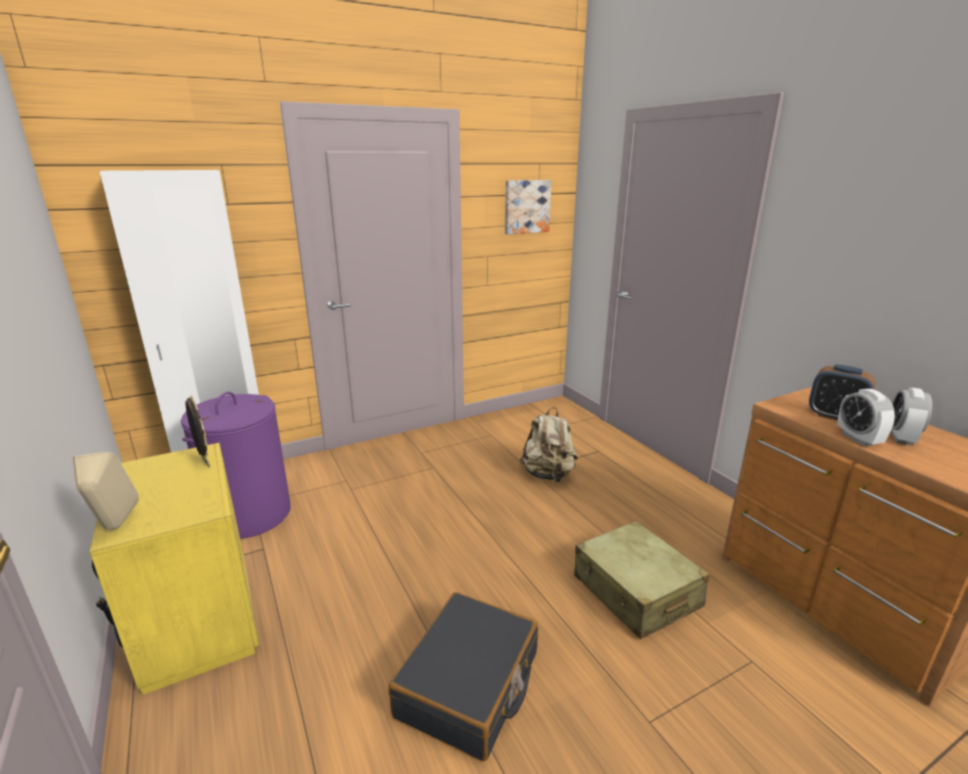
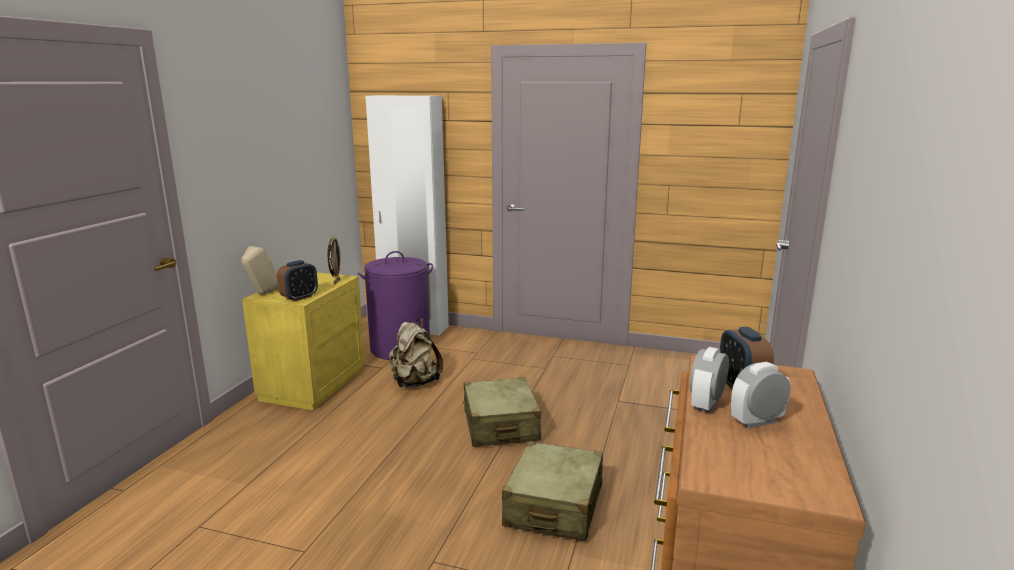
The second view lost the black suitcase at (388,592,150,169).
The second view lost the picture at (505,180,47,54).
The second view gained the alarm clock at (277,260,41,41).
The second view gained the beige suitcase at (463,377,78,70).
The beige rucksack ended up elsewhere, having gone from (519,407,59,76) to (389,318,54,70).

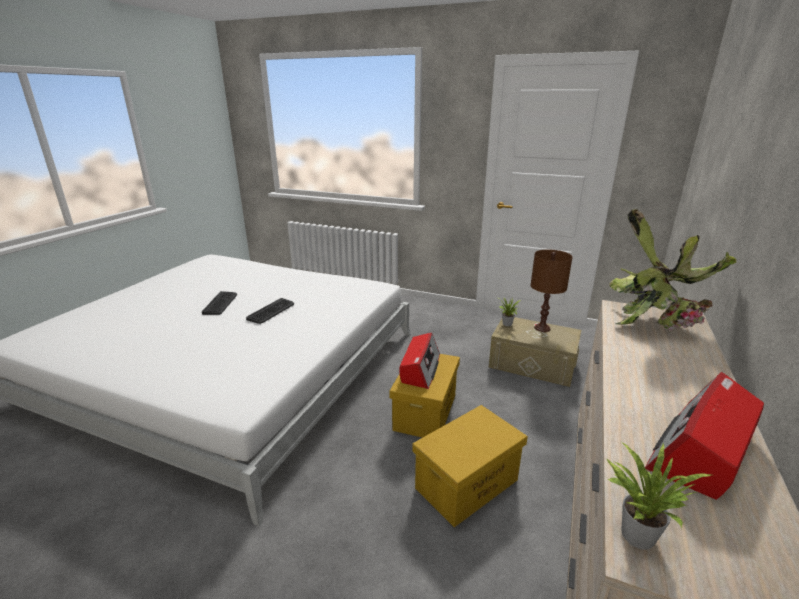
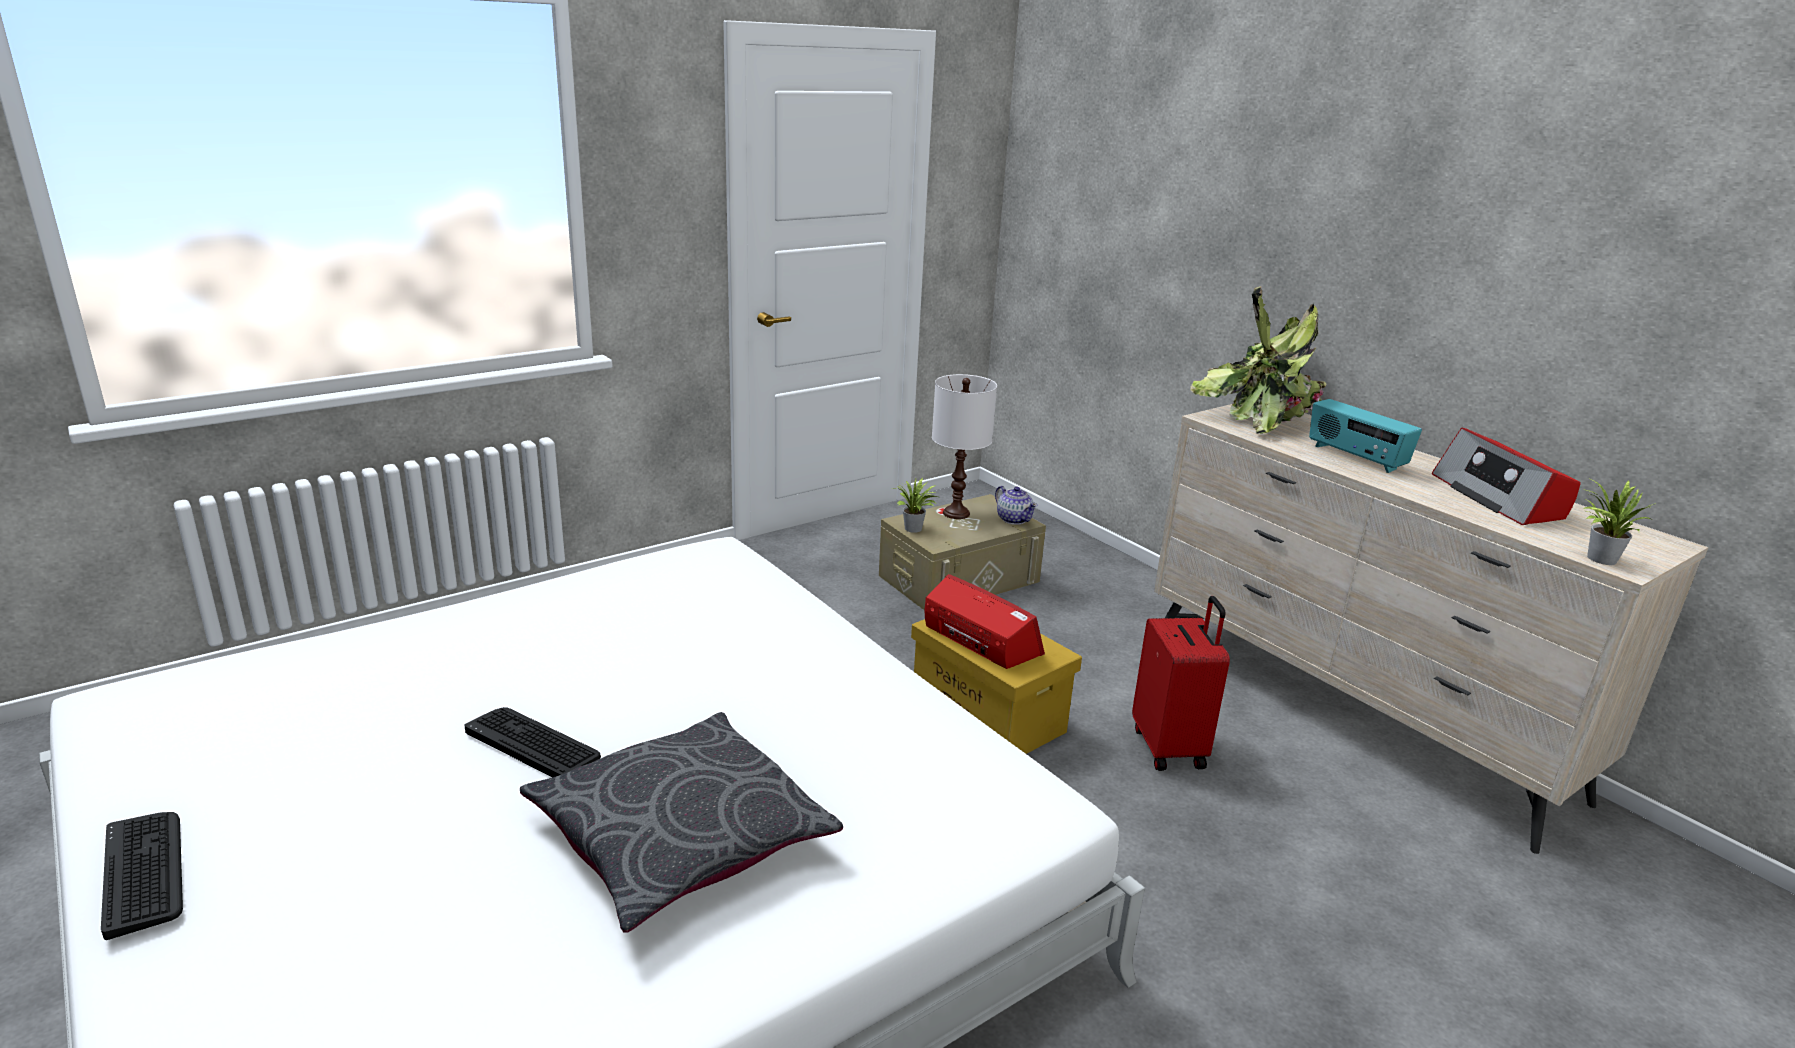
The second view gained the gray cushion at (520,712,323,221).
The second view gained the pot for tea at (995,486,43,39).
The second view gained the radio at (1309,399,113,74).
The PC keyboard ended up elsewhere, having gone from (246,298,48,26) to (101,812,82,128).
Where the yellow-coloured storage container stood at (413,405,115,122), the red-coloured suitcase came to stand at (1132,596,98,175).
What was the brown table lamp at (531,249,42,83) turned into the white-coloured table lamp at (932,374,65,145).

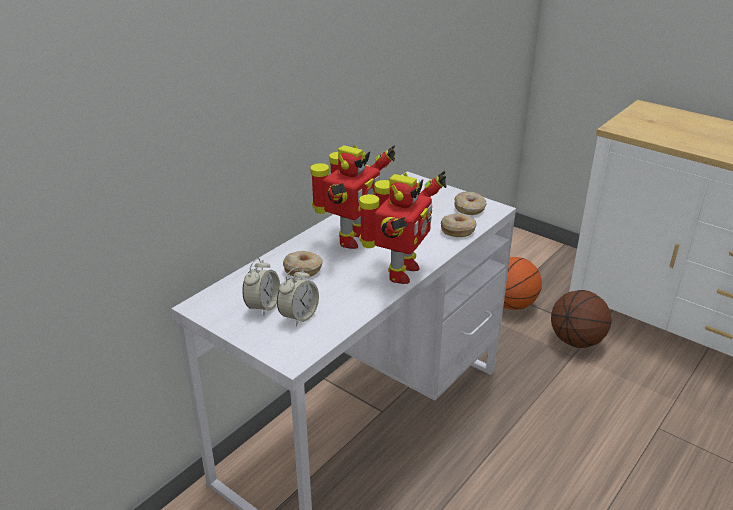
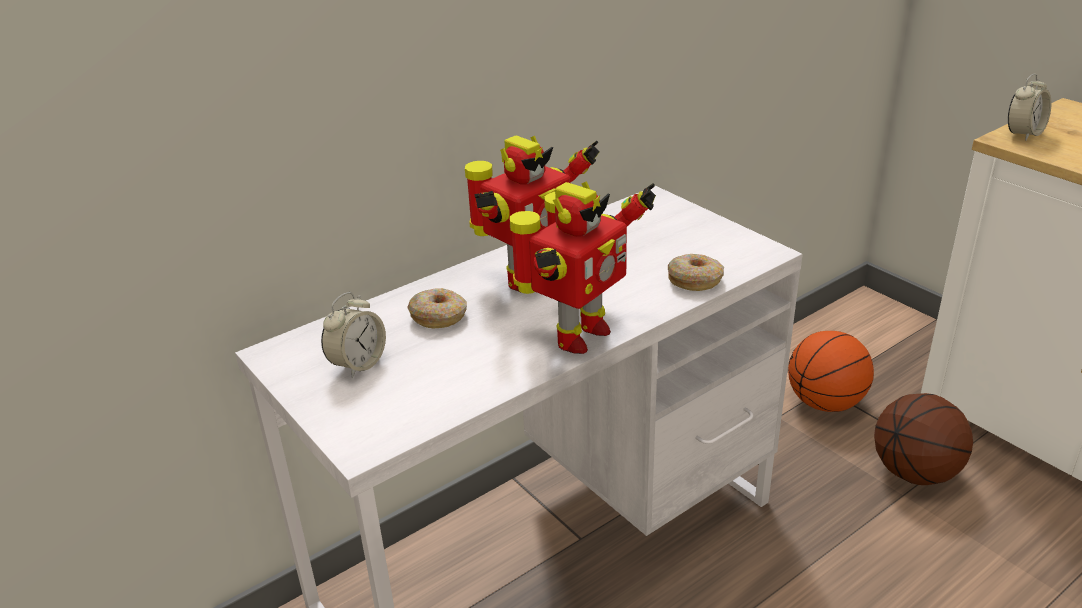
The second view lost the donut at (454,192,33,23).
The alarm clock ended up elsewhere, having gone from (277,267,42,59) to (1008,74,43,67).

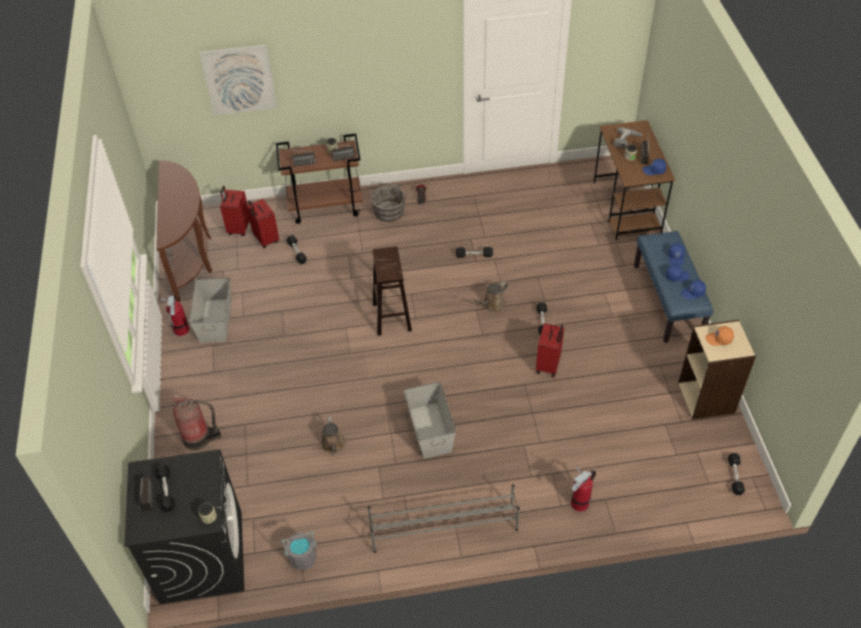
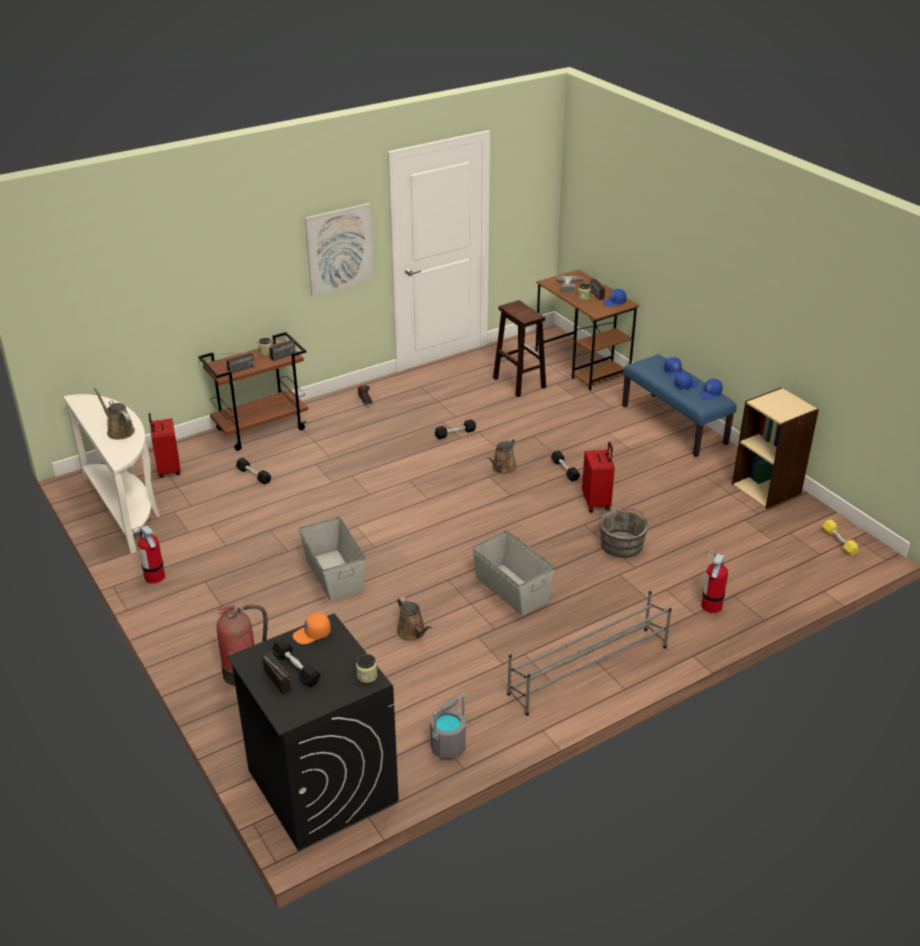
The second view lost the red-coloured suitcase at (246,199,33,49).
The second view gained the brown watering can at (94,388,41,52).
The gray storage container ended up elsewhere, having gone from (189,278,43,65) to (298,517,68,84).
The picture ended up elsewhere, having gone from (199,45,78,70) to (305,203,69,93).
The gray pail ended up elsewhere, having gone from (370,183,38,39) to (599,507,50,51).
The brown sitting stool ended up elsewhere, having gone from (372,246,40,90) to (493,300,53,97).
The orange-coloured baseball cap ended up elsewhere, having gone from (705,326,29,20) to (293,613,38,31).
What was the brown console table at (156,160,56,142) turned into the white-coloured console table at (64,394,96,159).
What was the black free weight at (728,453,17,42) turned into the yellow-coloured free weight at (822,519,37,37).

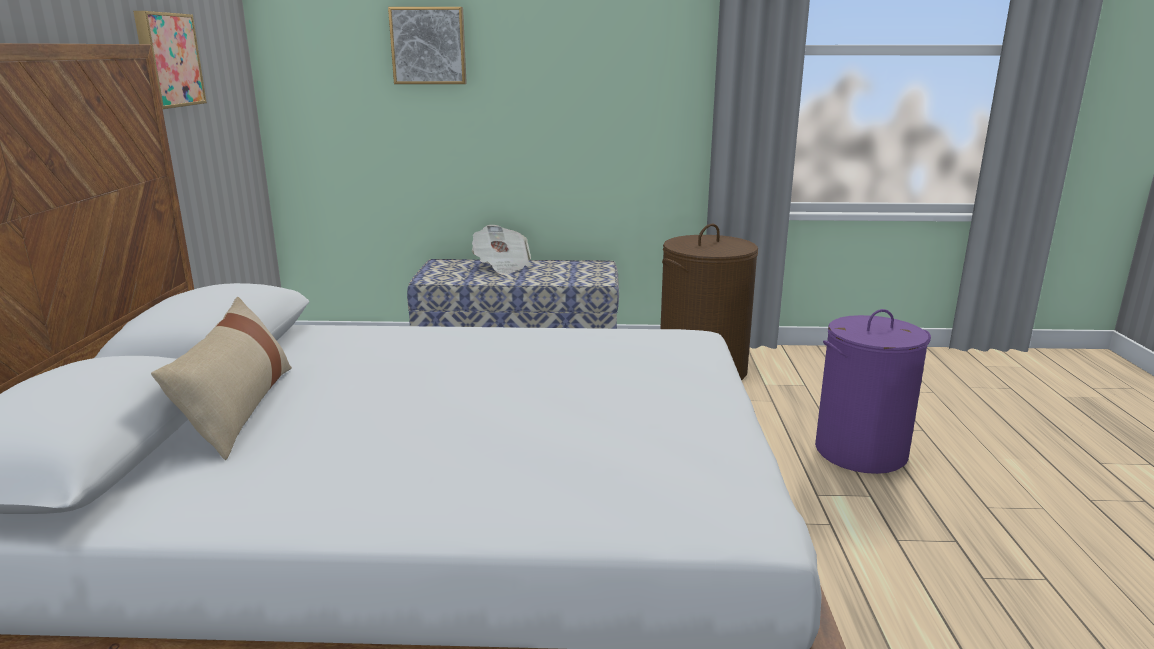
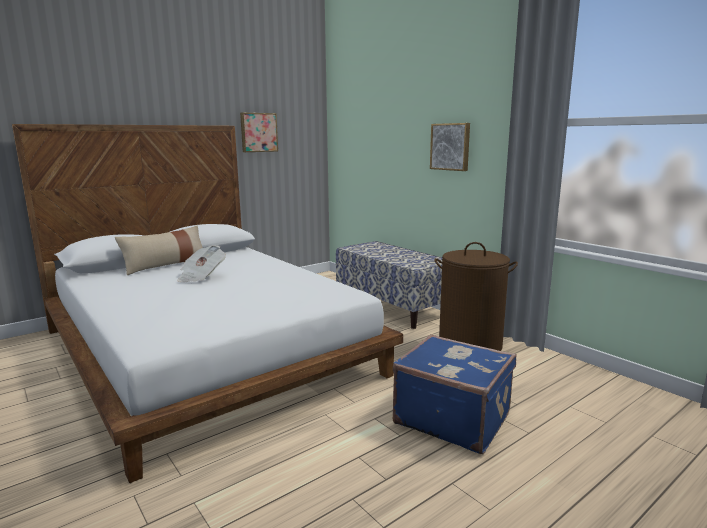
The picture ended up elsewhere, having gone from (388,7,79,77) to (430,123,40,48).
The newspaper ended up elsewhere, having gone from (472,225,59,50) to (177,245,49,38).
Where the purple washing basket stood at (815,309,116,165), the blue-coloured suitcase came to stand at (393,334,123,120).

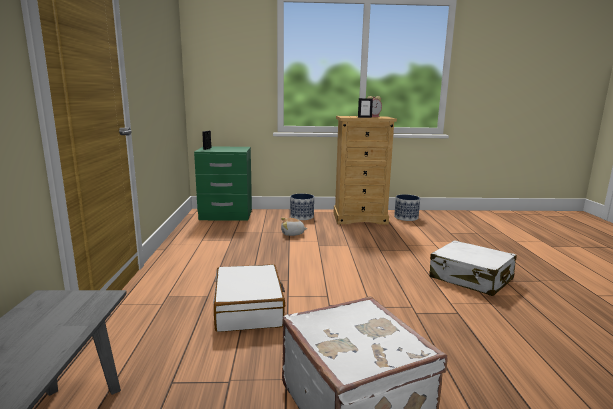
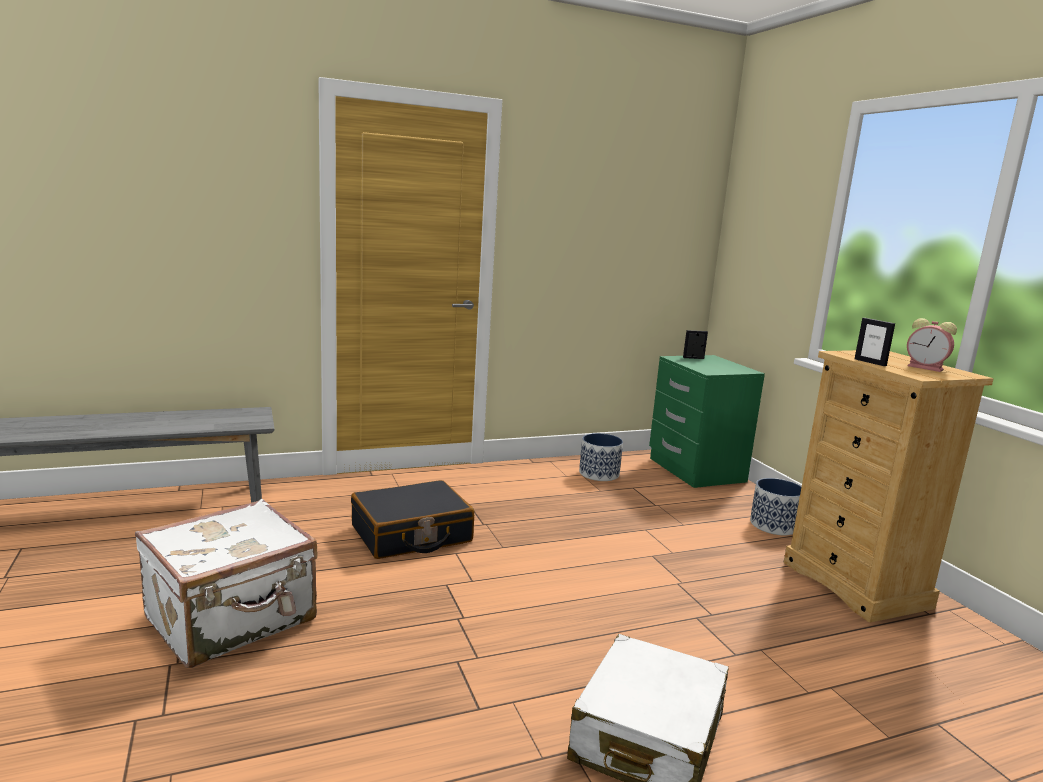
The second view lost the plush toy at (281,218,27,18).
The planter ended up elsewhere, having gone from (394,194,26,27) to (579,433,44,48).
What was the white-coloured suitcase at (213,264,72,68) turned into the black suitcase at (351,480,123,79).

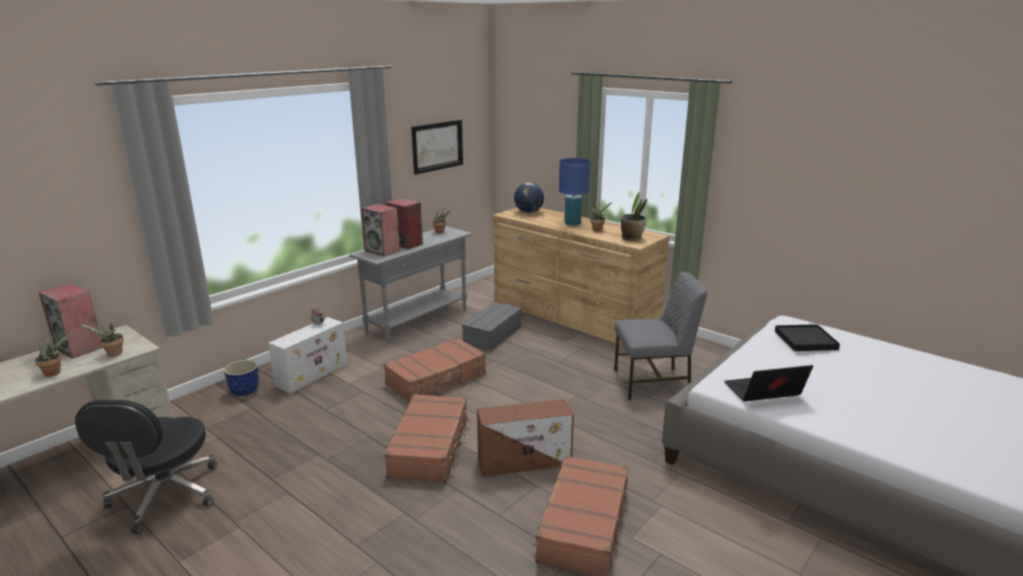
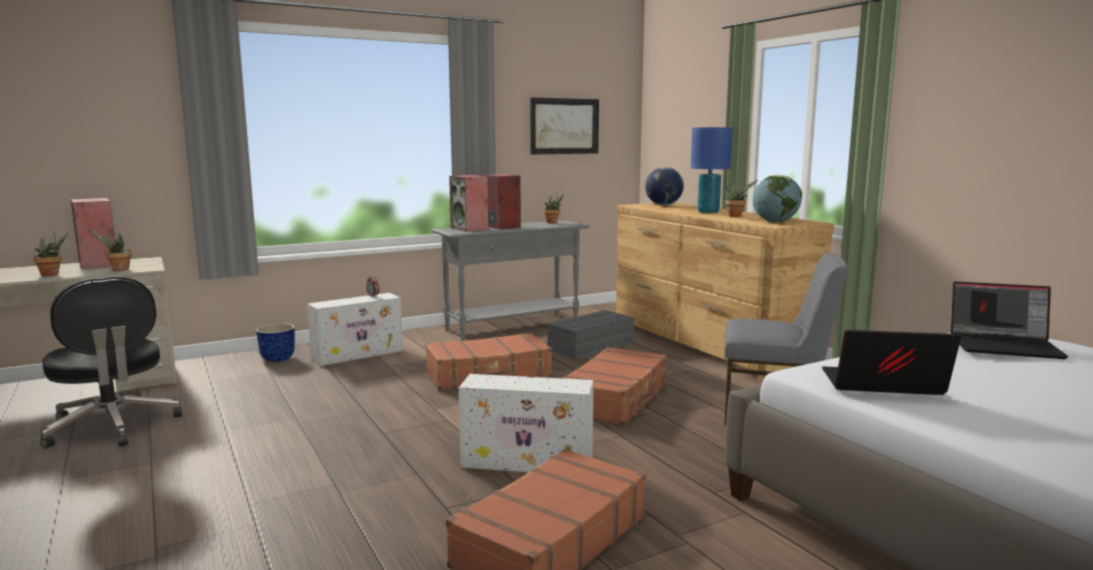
The brown suitcase ended up elsewhere, having gone from (384,394,86,89) to (563,347,106,78).
Where the houseplant stood at (621,192,26,49), the globe came to stand at (753,175,49,48).
Where the black serving tray stood at (775,324,65,27), the laptop came to stand at (951,282,118,77).
What was the brown storage container at (477,399,97,78) turned into the white-coloured storage container at (459,374,135,98).
The black office chair at (75,400,143,134) ended up facing another way, 60 degrees counterclockwise from before.

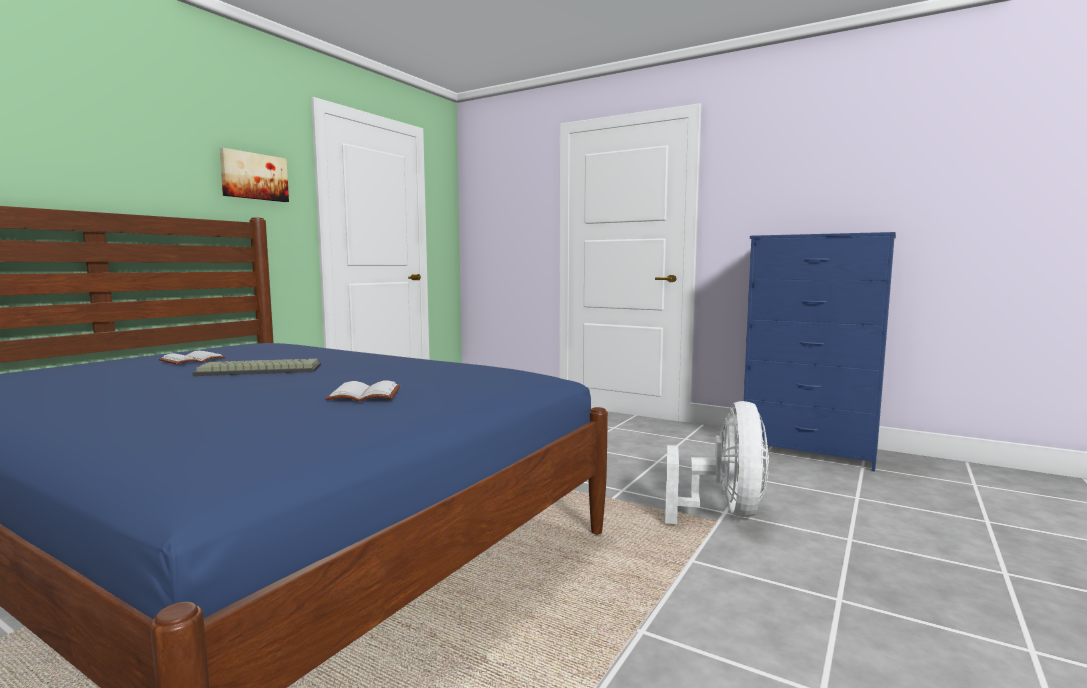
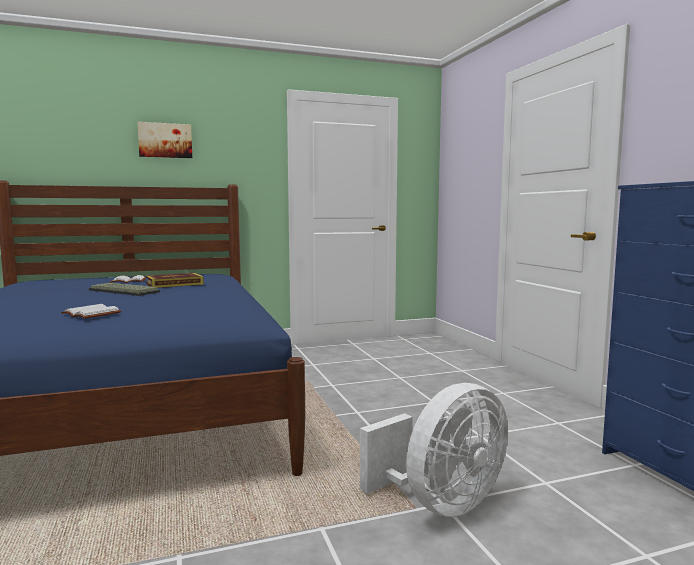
The second view gained the book at (146,273,58,15).
The picture ended up elsewhere, having gone from (219,148,70,54) to (137,122,55,36).

